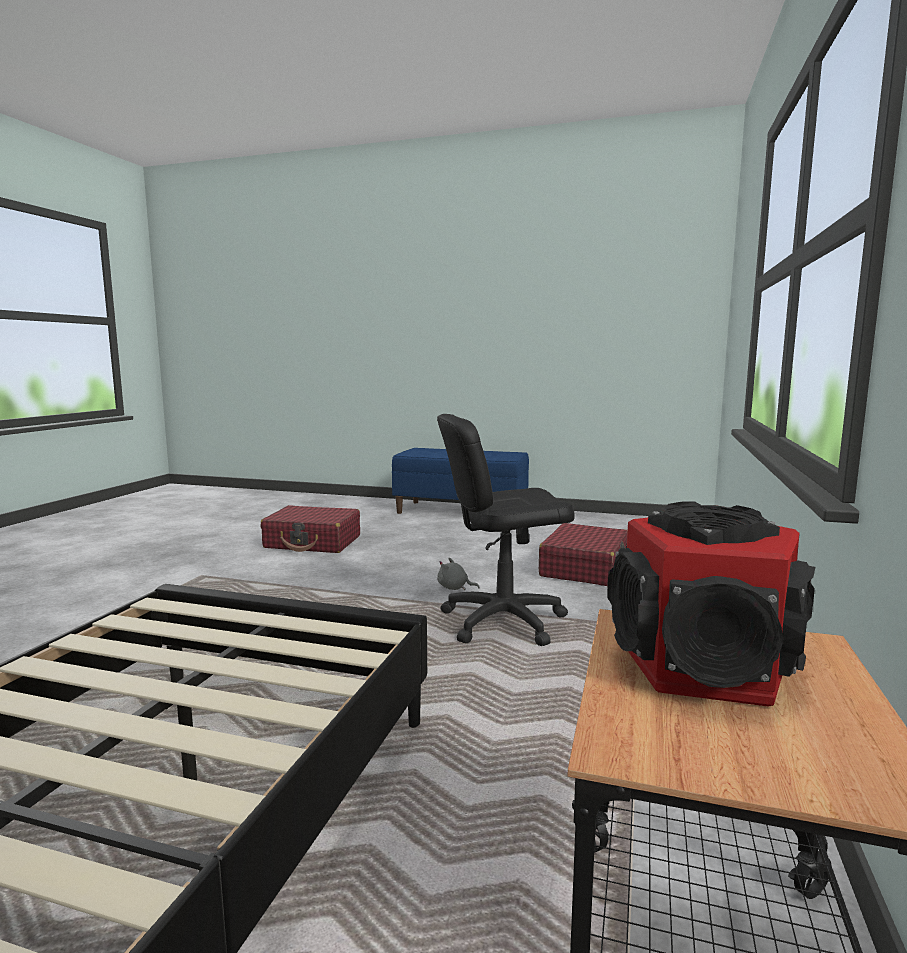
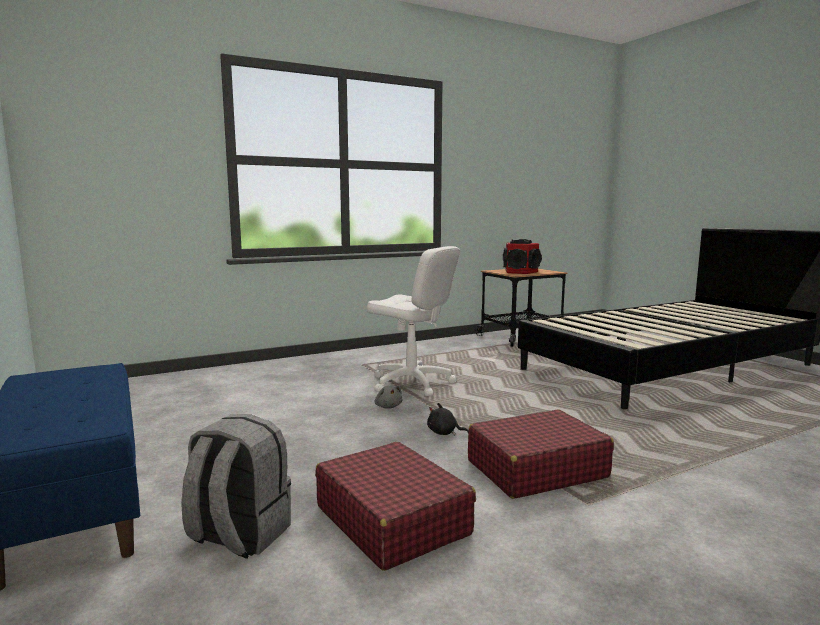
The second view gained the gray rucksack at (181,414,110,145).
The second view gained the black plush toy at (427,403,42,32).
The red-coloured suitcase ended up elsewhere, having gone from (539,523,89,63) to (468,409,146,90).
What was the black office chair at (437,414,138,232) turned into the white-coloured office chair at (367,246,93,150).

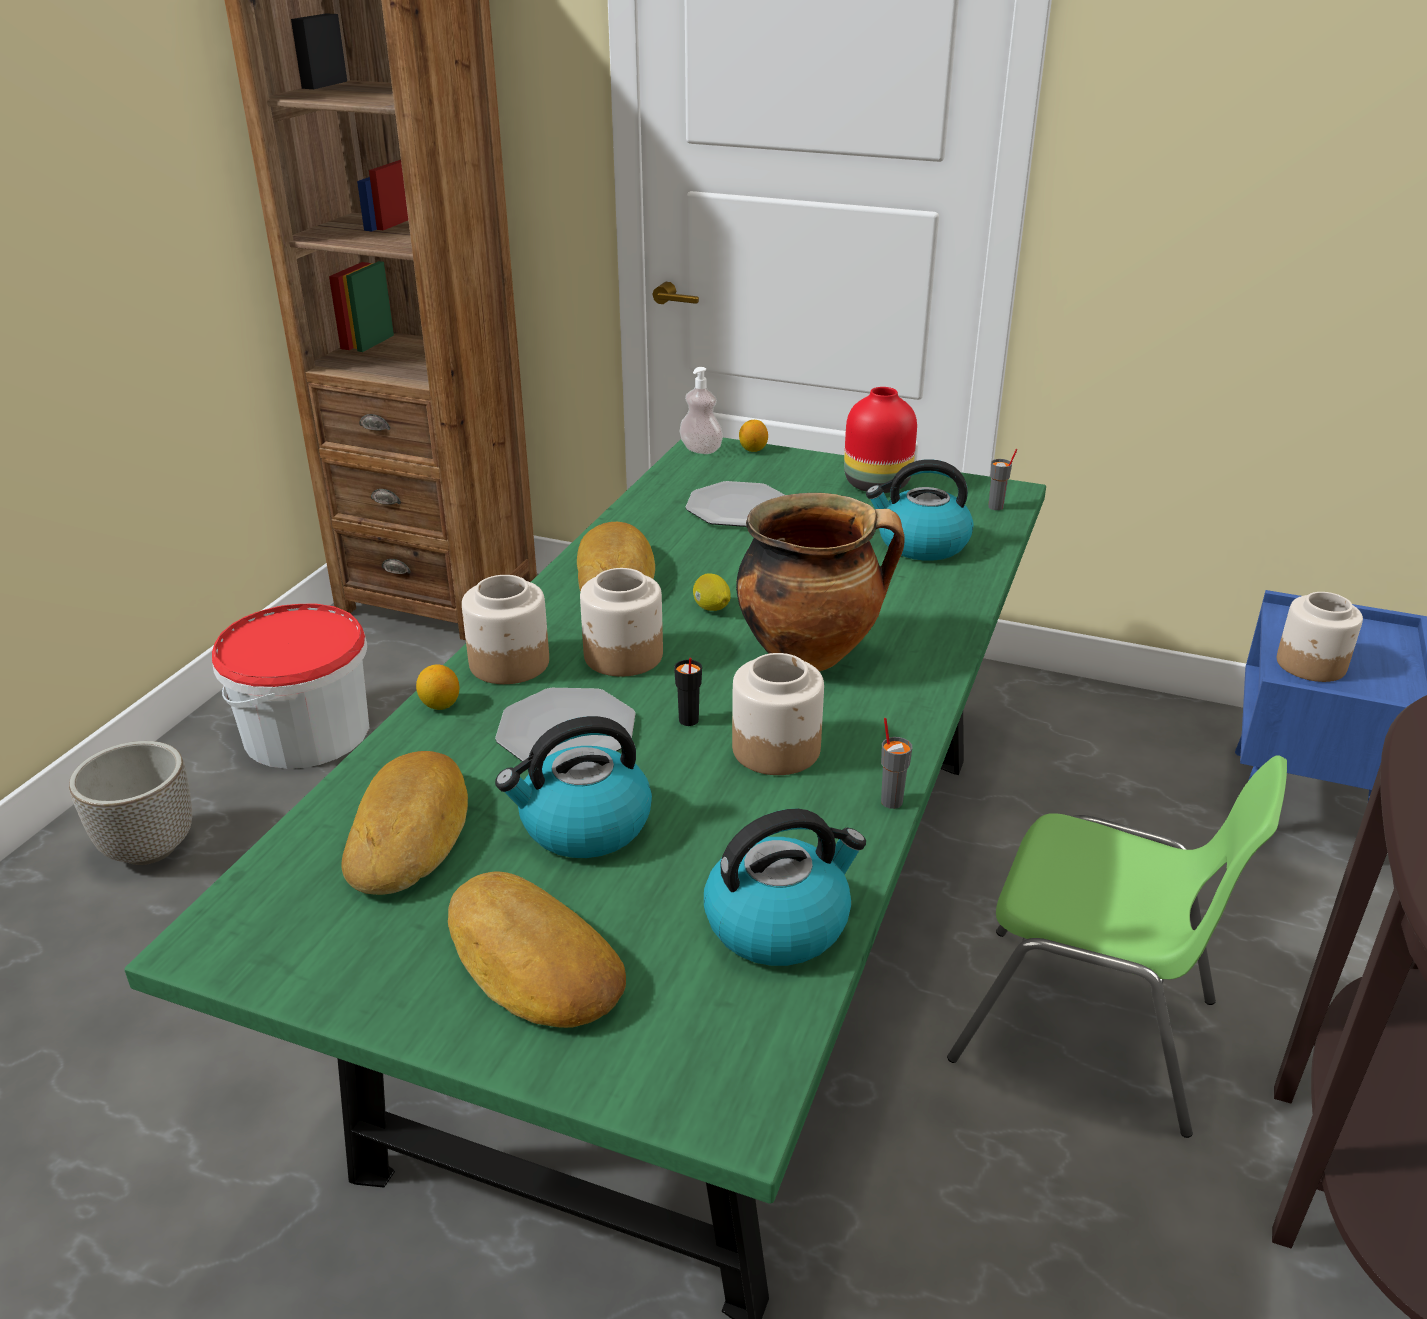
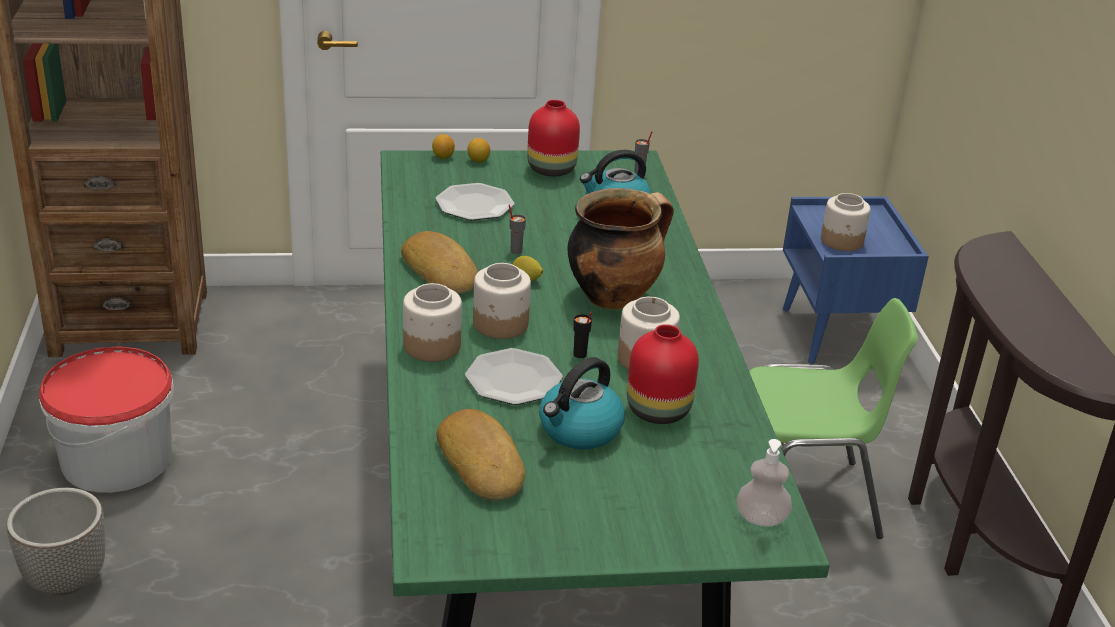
The second view lost the bakery bread at (448,872,178,156).
The second view lost the tea kettle at (704,809,162,157).
The second view gained the red-coloured vase at (627,324,72,100).
The lemon ended up elsewhere, having gone from (416,664,43,46) to (467,138,23,24).
The liquid soap bottle ended up elsewhere, having gone from (680,367,43,87) to (736,439,56,88).
The gray small cup ended up elsewhere, having gone from (881,718,31,91) to (509,205,17,49).

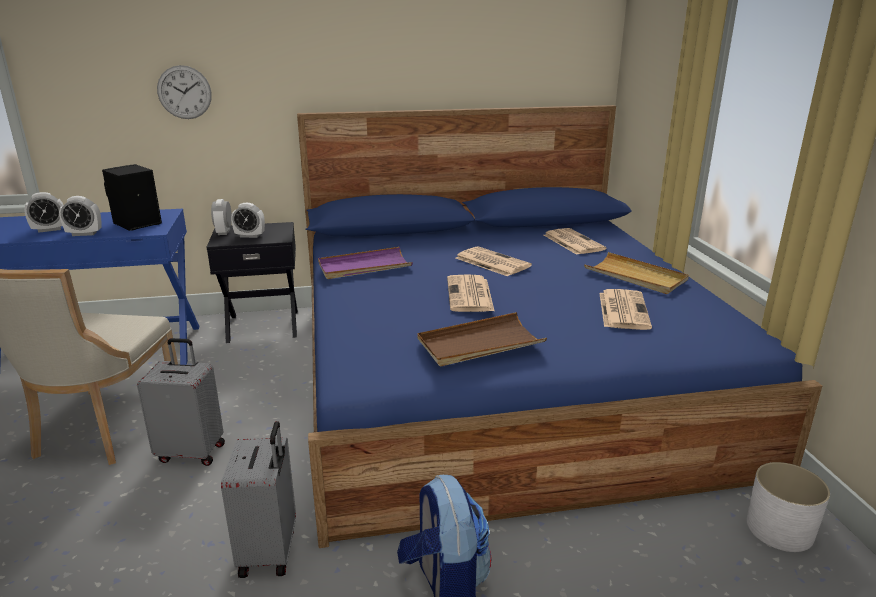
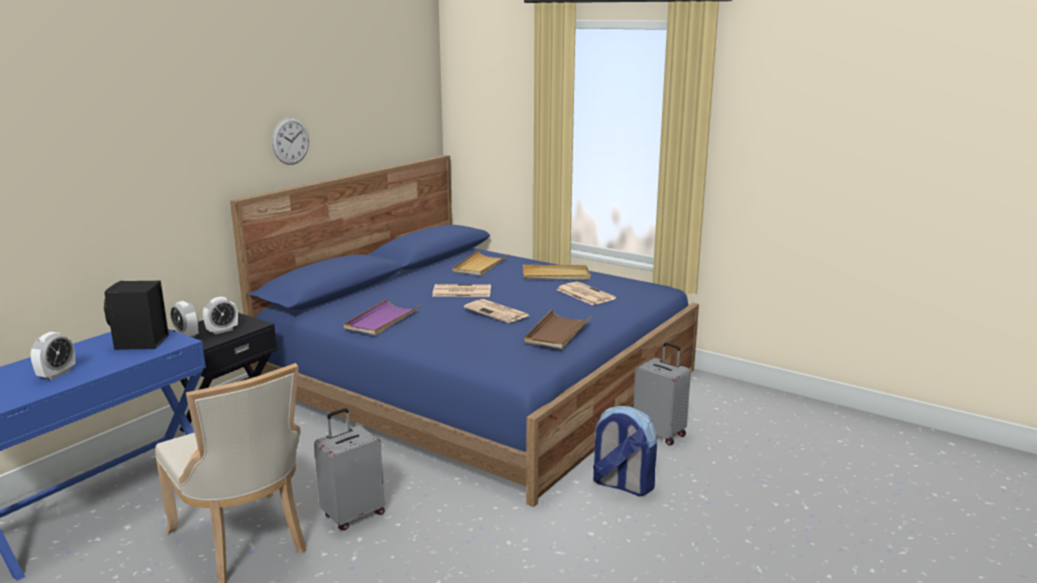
The second view lost the alarm clock at (59,196,43,40).
The second view lost the white-coloured planter at (747,462,83,90).
The clock on the wall ended up elsewhere, having gone from (157,65,55,54) to (272,117,37,48).
The gray suitcase ended up elsewhere, having gone from (221,421,75,157) to (634,342,57,104).
Where the newspaper stood at (544,228,62,27), the beige serving tray came to stand at (453,250,56,26).

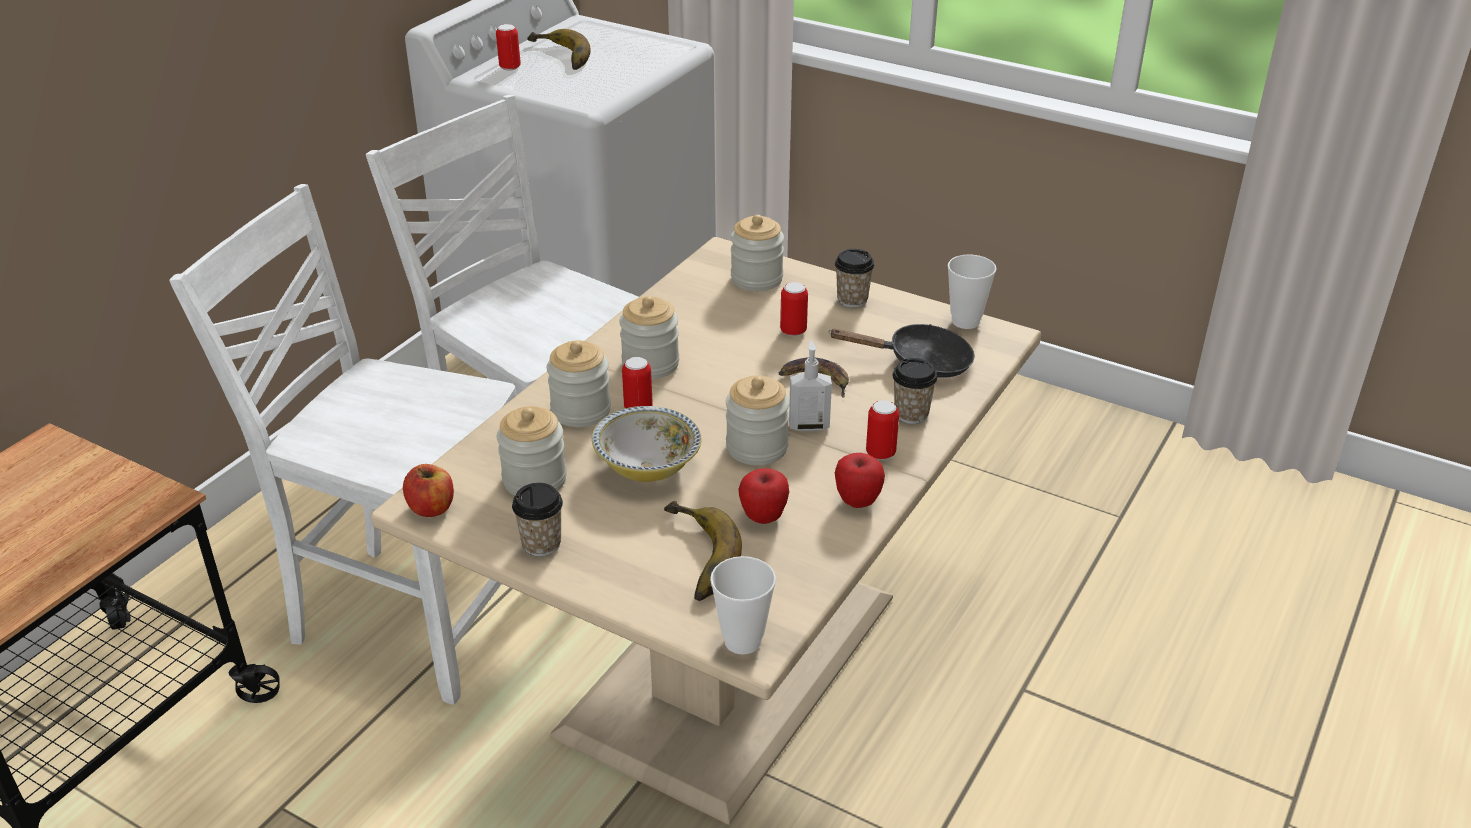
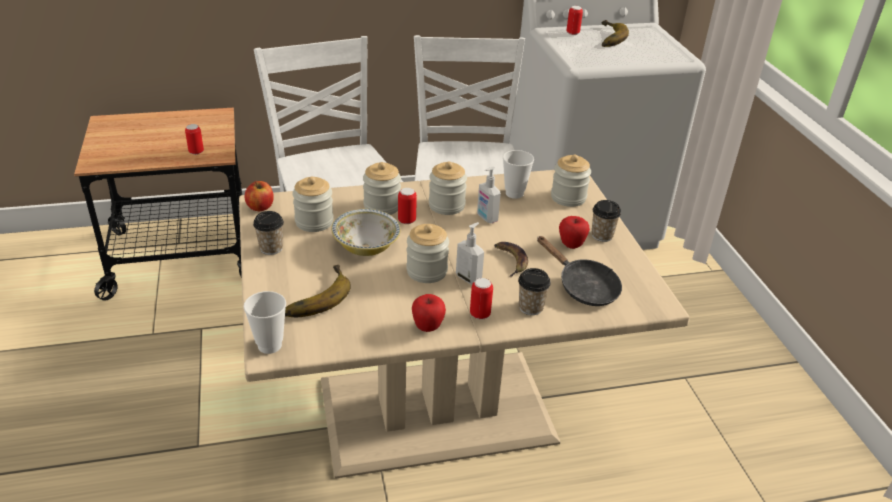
The second view gained the liquid soap bottle at (477,167,24,56).
The apple fruit ended up elsewhere, having gone from (738,468,51,56) to (559,216,31,33).
The sealed can ended up elsewhere, having gone from (780,282,28,54) to (185,124,19,31).
The small cup ended up elsewhere, having gone from (948,255,49,74) to (503,150,31,49).

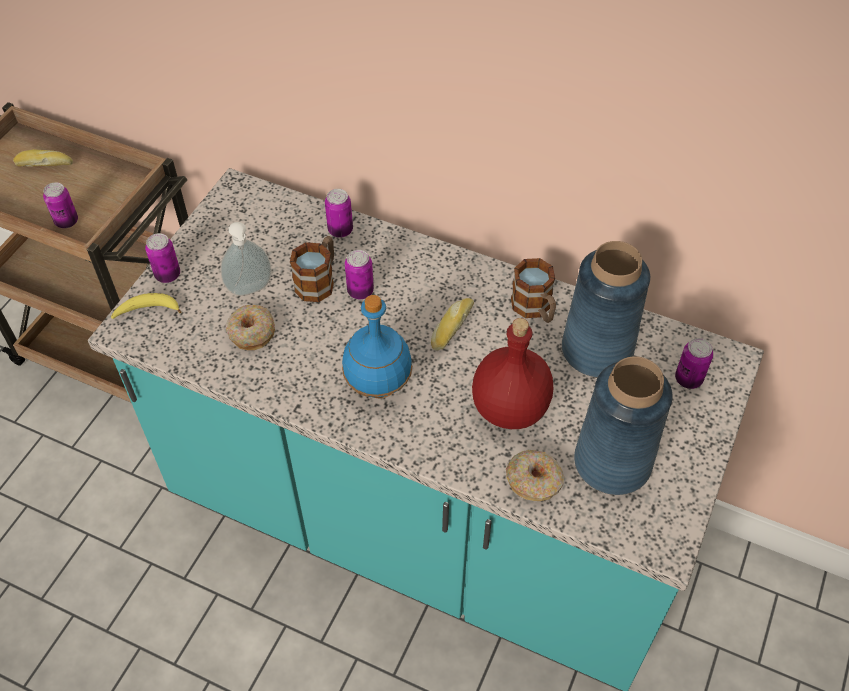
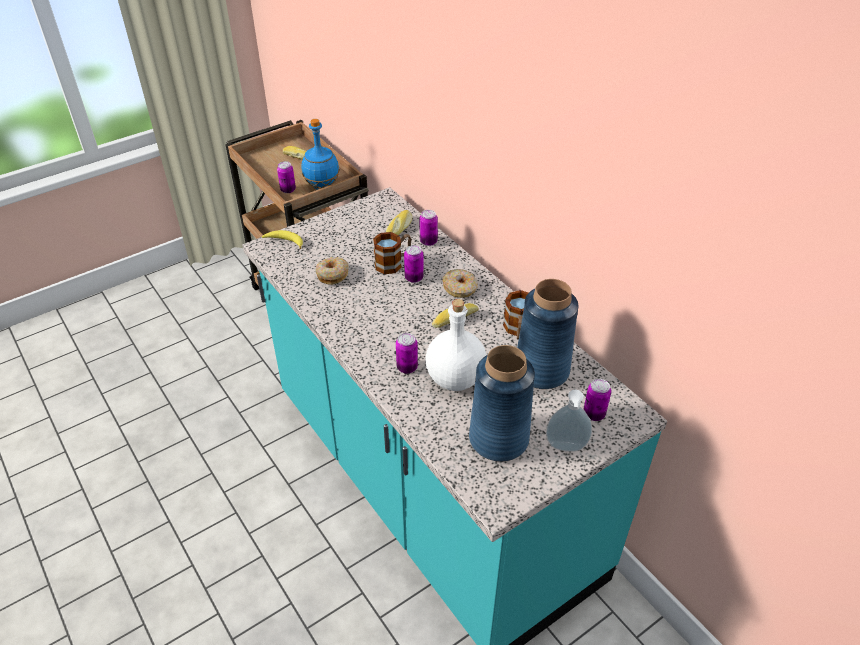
The second view gained the bakery bread at (386,210,26,25).
The sealed can ended up elsewhere, having gone from (145,233,35,50) to (396,333,22,40).
The liquid soap bottle ended up elsewhere, having gone from (221,222,51,74) to (546,390,46,62).
The blue-coloured beverage bottle ended up elsewhere, having gone from (342,295,70,104) to (301,119,38,71).
The donut ended up elsewhere, having gone from (506,450,58,51) to (443,269,35,29).
What was the red-coloured beverage bottle at (472,318,81,111) turned into the white-coloured beverage bottle at (425,299,61,92).

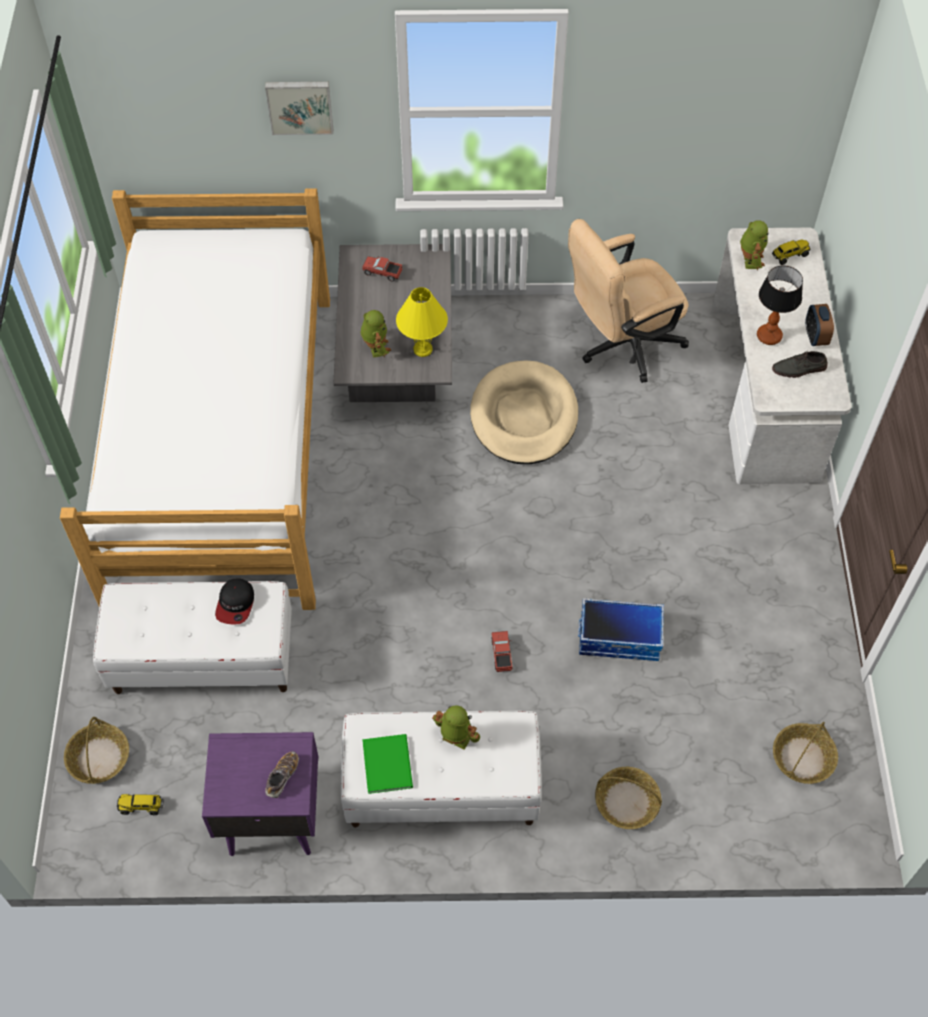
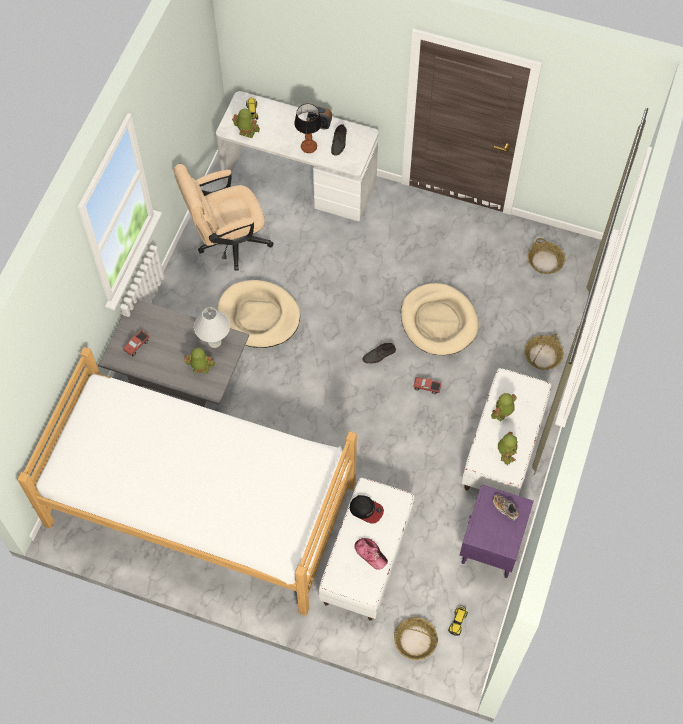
The second view lost the picture at (265,82,68,53).
The second view gained the baseball cap at (355,538,33,32).
The second view gained the gray low shoe at (363,343,33,21).
Where the greenish book stood at (362,734,51,60), the robot figure came to stand at (498,432,20,34).
Where the storage container stood at (578,598,86,63), the beige pet bed came to stand at (401,283,78,72).
What was the yellow-coloured table lamp at (396,287,52,70) turned into the white-coloured table lamp at (194,307,36,41).
The beige office chair at (568,219,121,164) ended up facing another way, 75 degrees clockwise from before.

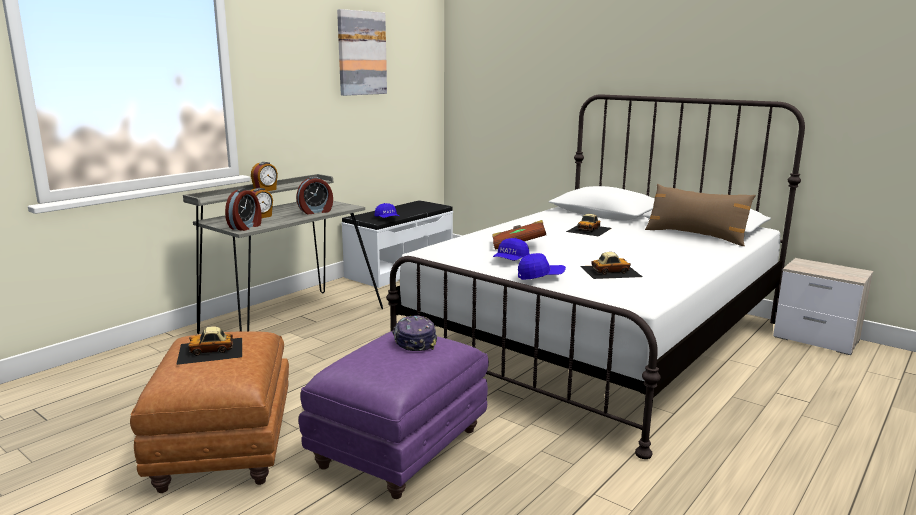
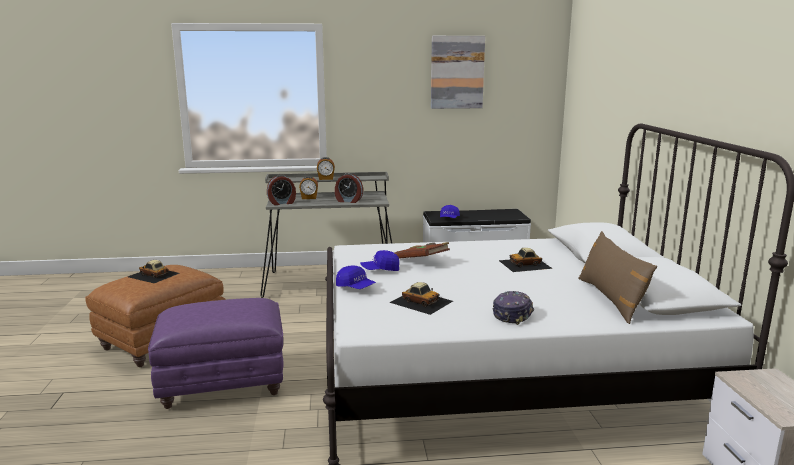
The baseball cap ended up elsewhere, having gone from (392,315,45,36) to (492,291,42,34).

